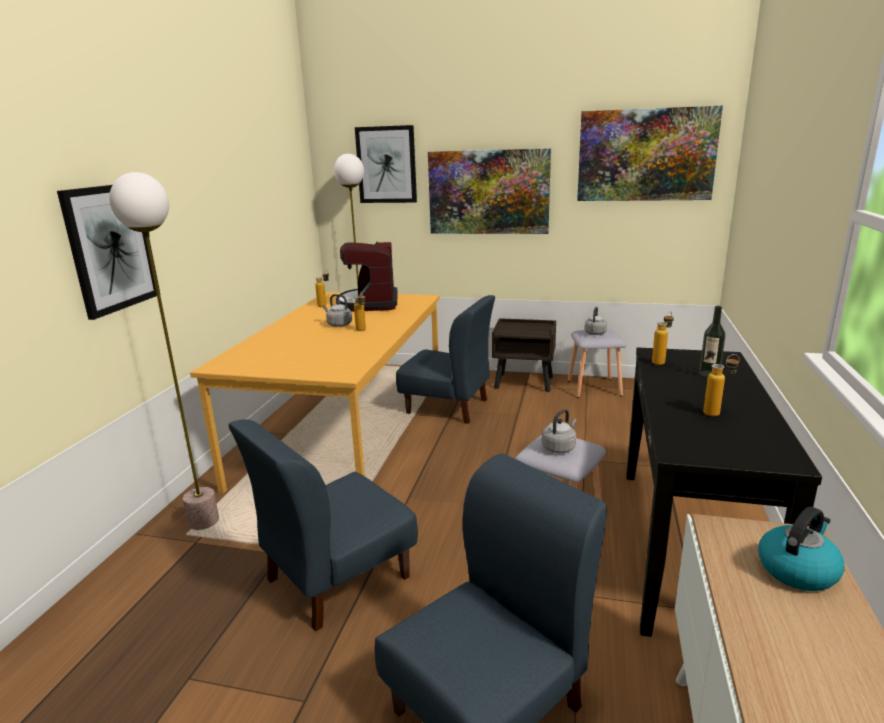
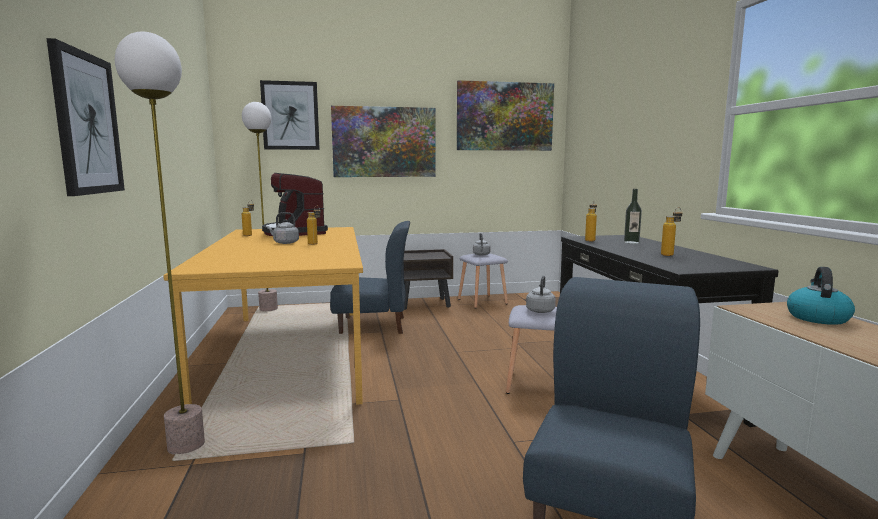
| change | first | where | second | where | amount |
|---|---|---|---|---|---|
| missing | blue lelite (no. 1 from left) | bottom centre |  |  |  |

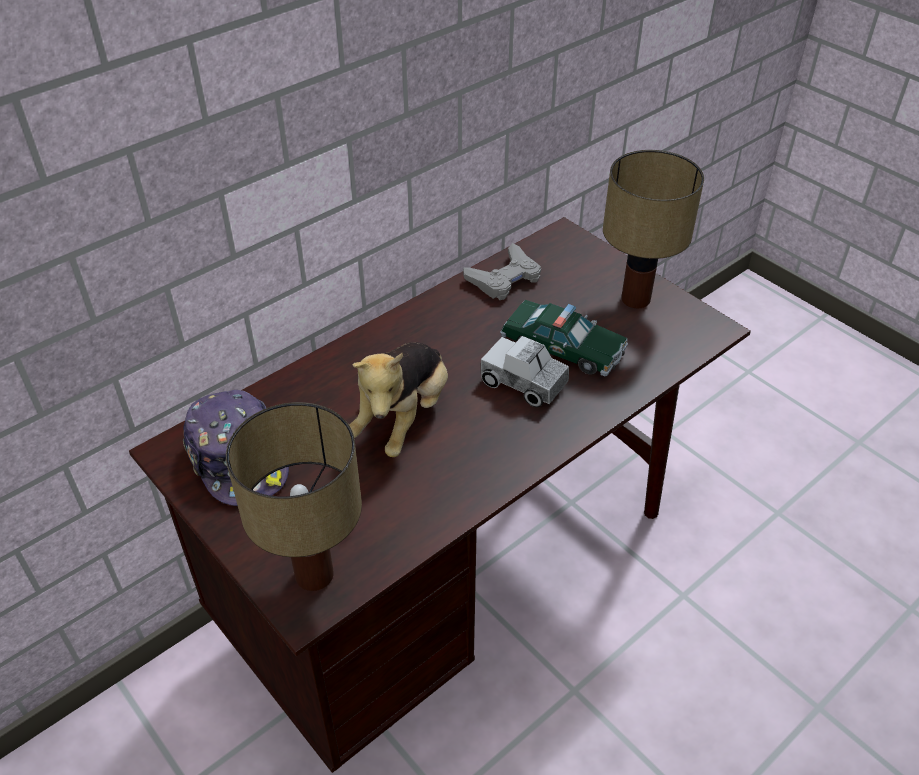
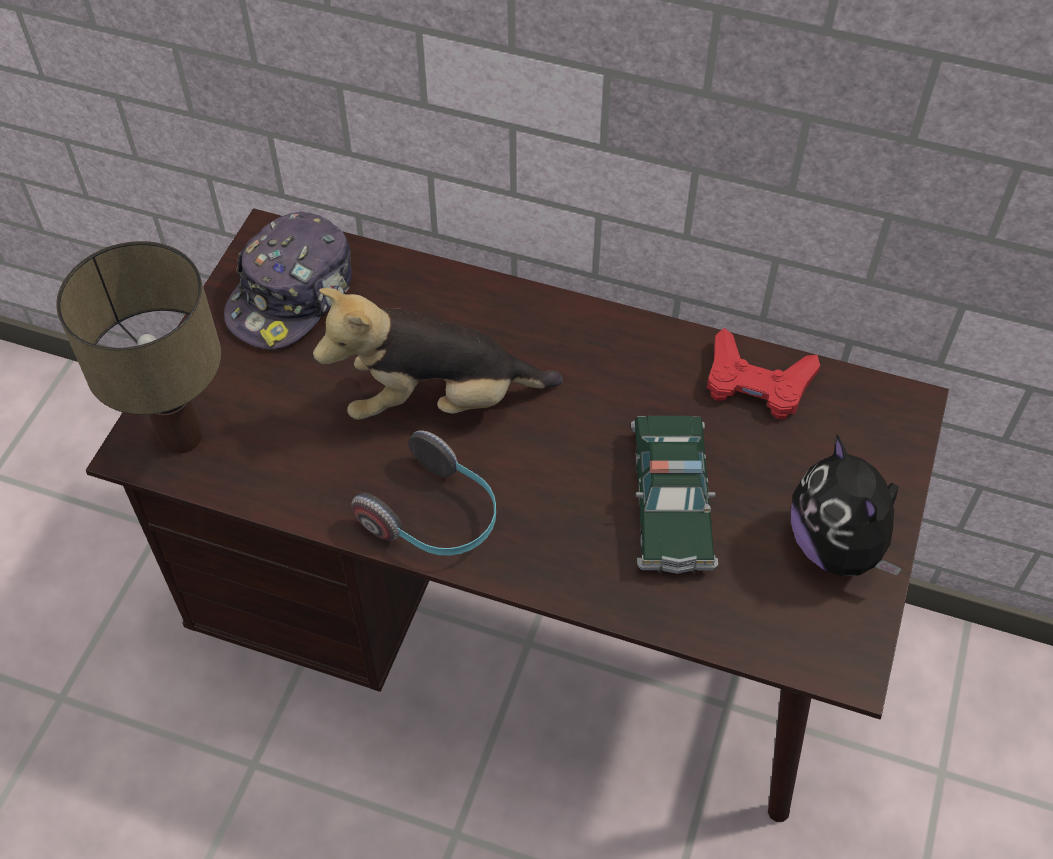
| change | first | where | second | where | amount |
|---|---|---|---|---|---|
| missing | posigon | centre |  |  |  |
| appeared |  |  | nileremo | centre |  |
| exchanged | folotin (no. 2 from left) | top right | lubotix (no. 2 from left) | middle right |  |
| colour | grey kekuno | centre | red kekuno | middle right |  |

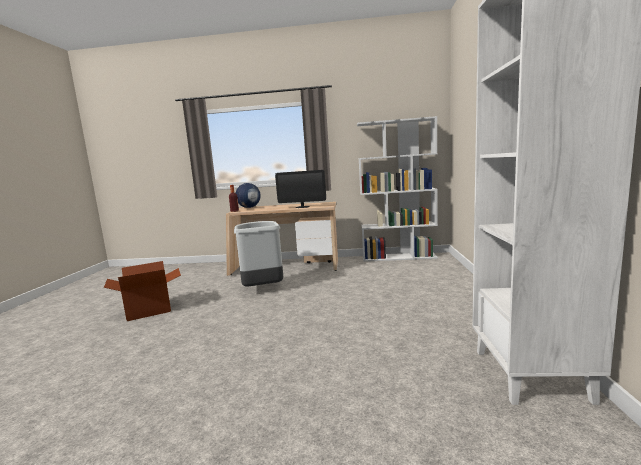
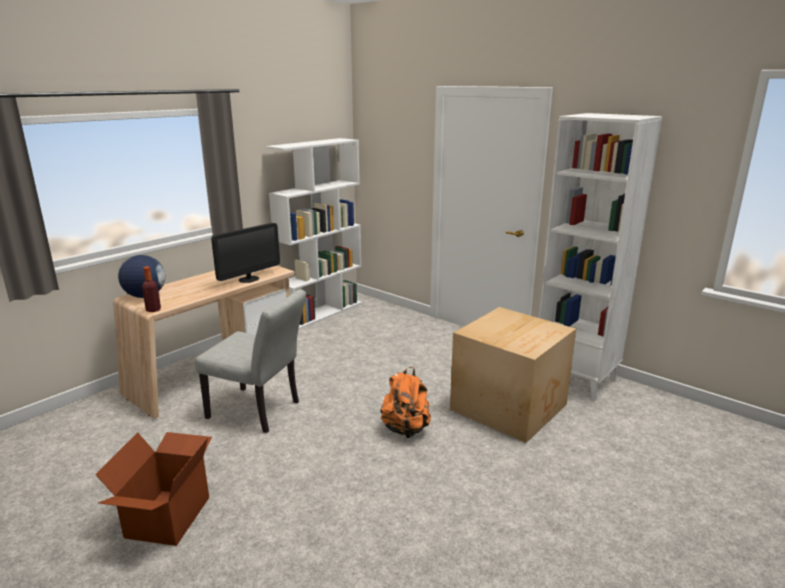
| change | first | where | second | where | amount |
|---|---|---|---|---|---|
| appeared |  |  | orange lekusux | bottom centre |  |
| appeared |  |  | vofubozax (no. 2 from left) | centre |  |
| exchanged | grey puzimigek | centre | grey lelite | middle left |  |

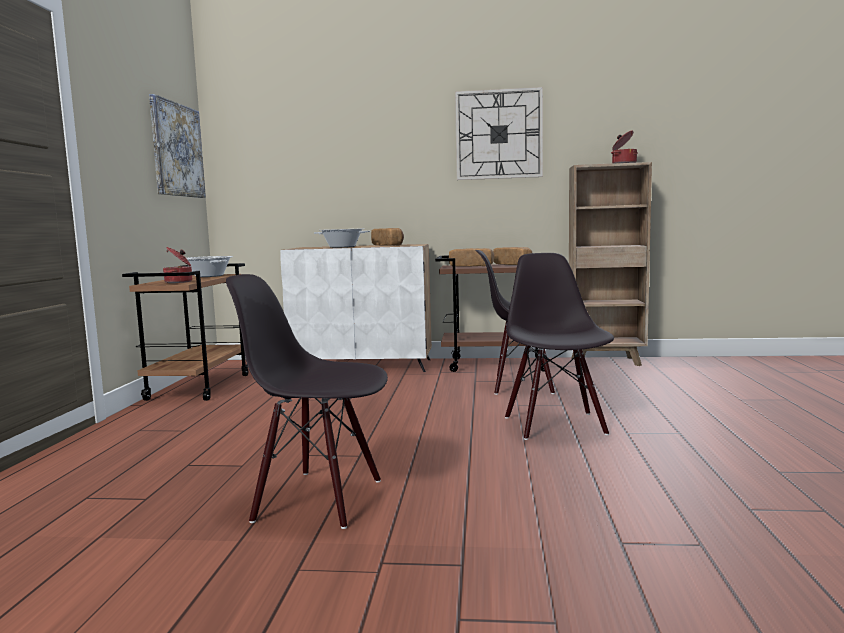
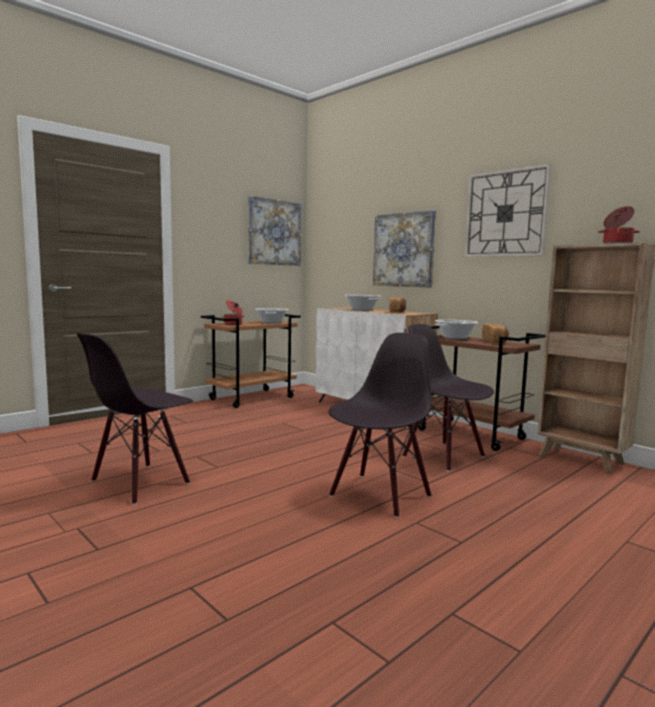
| change | first | where | second | where | amount |
|---|---|---|---|---|---|
| appeared |  |  | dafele (no. 2 from left) | centre |  |
| exchanged | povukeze (no. 2 from left) | centre | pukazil (no. 4 from left) | middle right |  |
| spun | black lelite (no. 1 from left) | centre |  | middle left | 105 degrees counterclockwise |

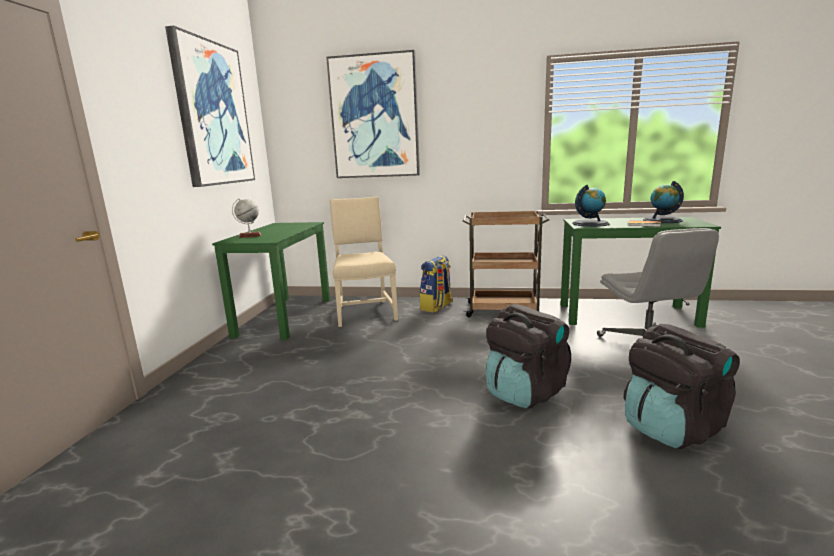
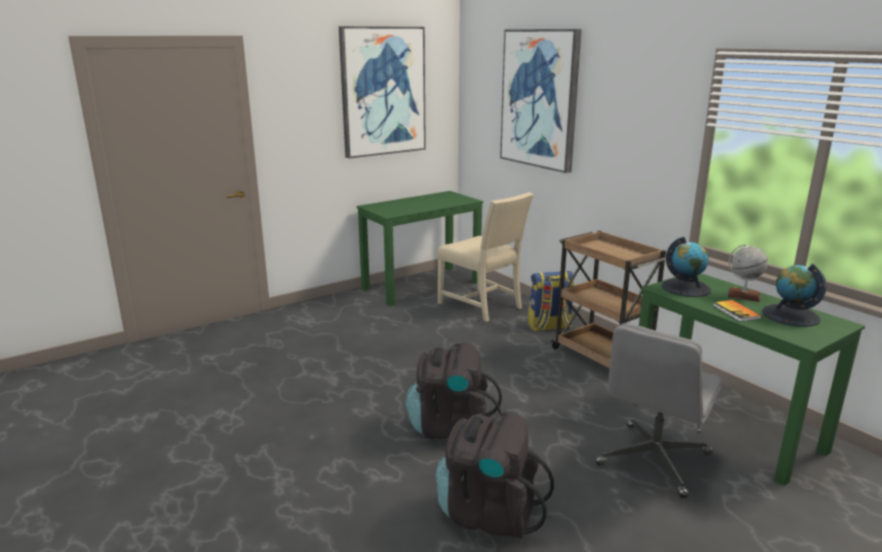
| change | first | where | second | where | amount |
|---|---|---|---|---|---|
| relocated | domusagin (no. 1 from left in the first image) | middle left | domusagin (no. 2 from left) | middle right |  |
| spun | beige lelite | centre |  | centre | 105 degrees clockwise |

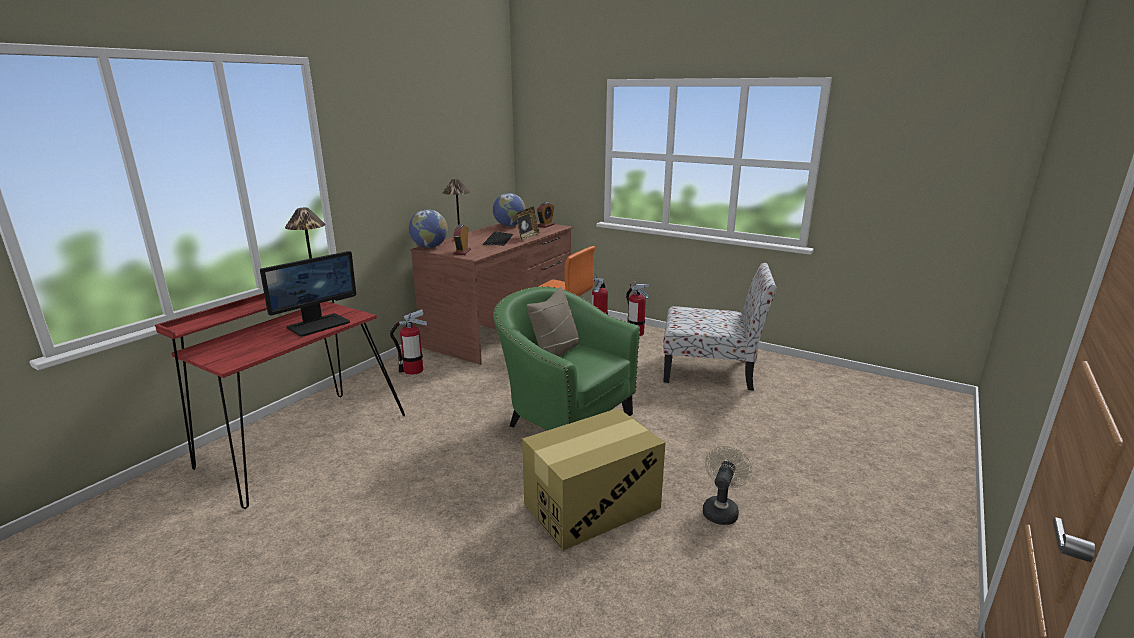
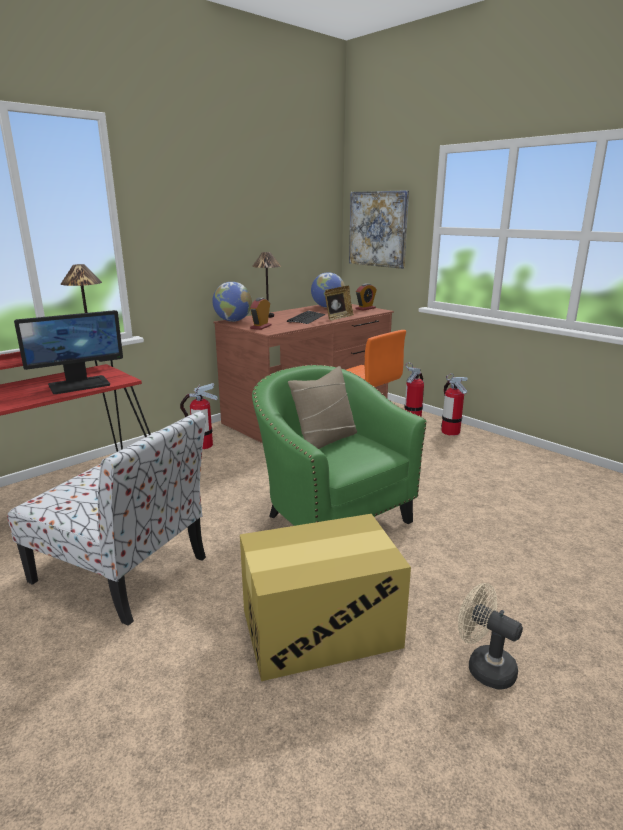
| change | first | where | second | where | amount |
|---|---|---|---|---|---|
| appeared |  |  | dafele | top centre |  |
| relocated | lelite | centre |  | middle left |  |
| spun | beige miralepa | bottom centre |  | bottom right | 90 degrees counterclockwise |

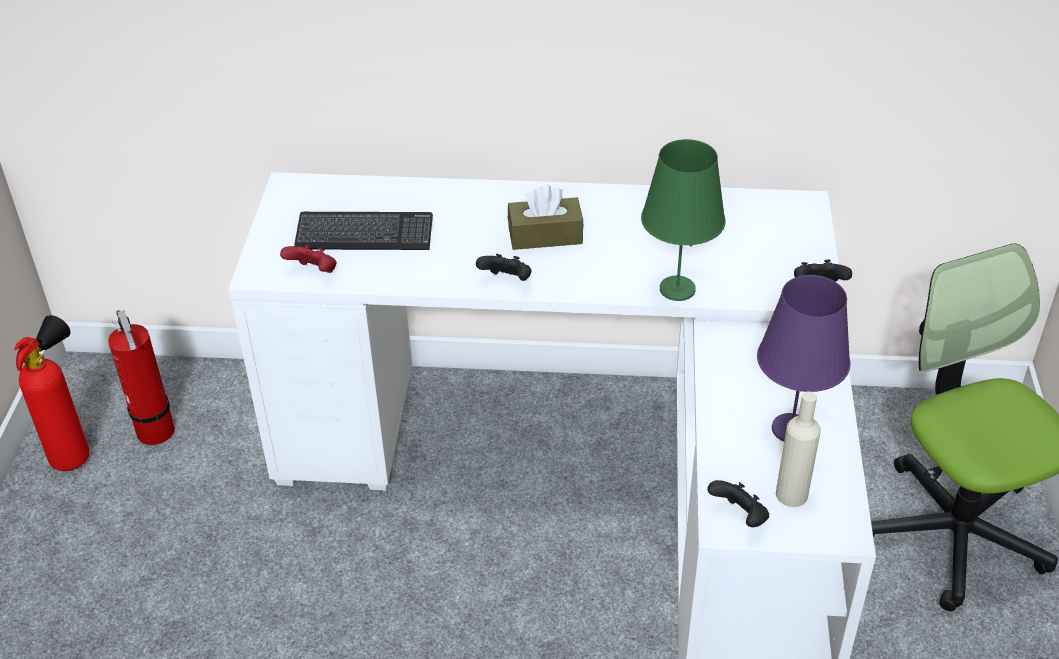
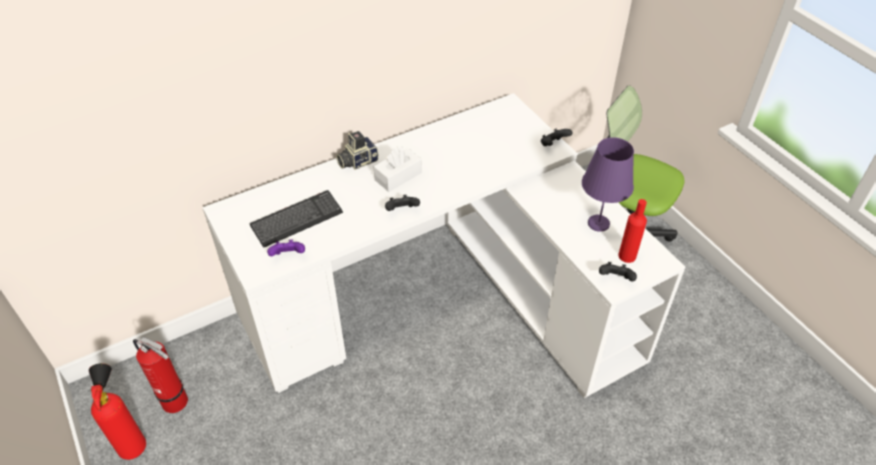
| change | first | where | second | where | amount |
|---|---|---|---|---|---|
| missing | green folotin | centre |  |  |  |
| appeared |  |  | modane | top centre |  |
| colour | red kekuno | middle left | purple kekuno | middle left |  |
| colour | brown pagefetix | top centre | white pagefetix | centre |  |
| colour | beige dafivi | bottom right | red dafivi | middle right |  |

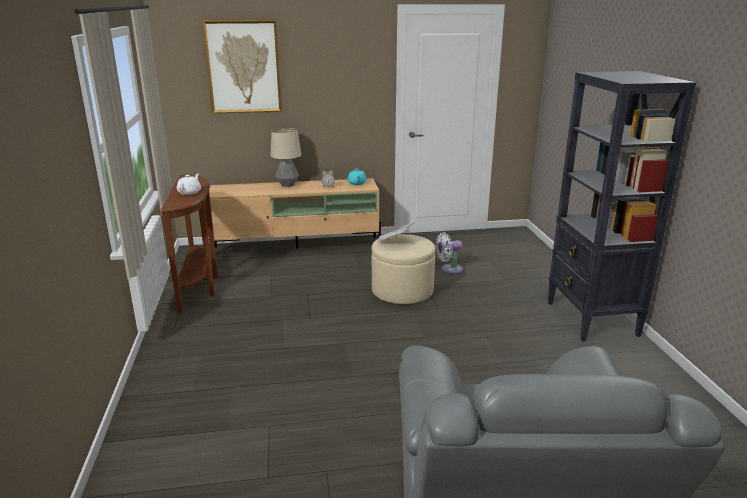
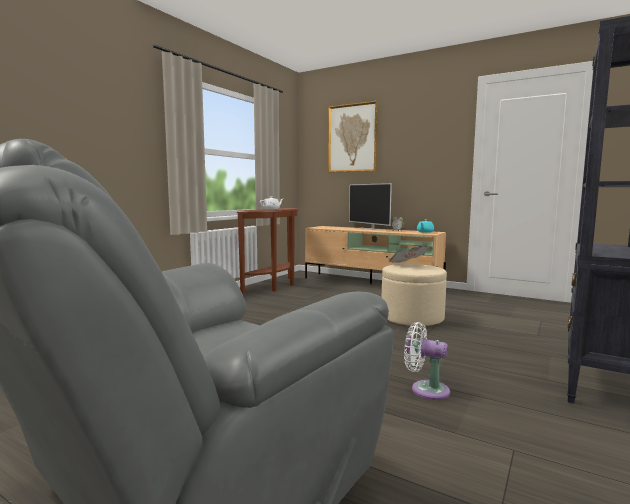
| change | first | where | second | where | amount |
|---|---|---|---|---|---|
| relocated | white miralepa | centre |  | bottom right |  |
| exchanged | folotin | top centre | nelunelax | centre |  |

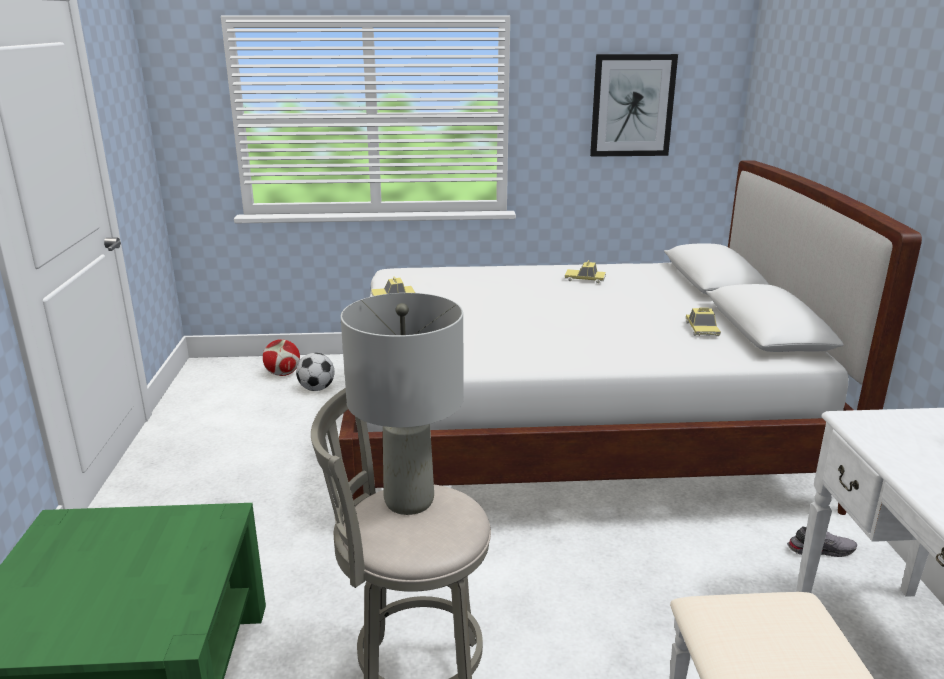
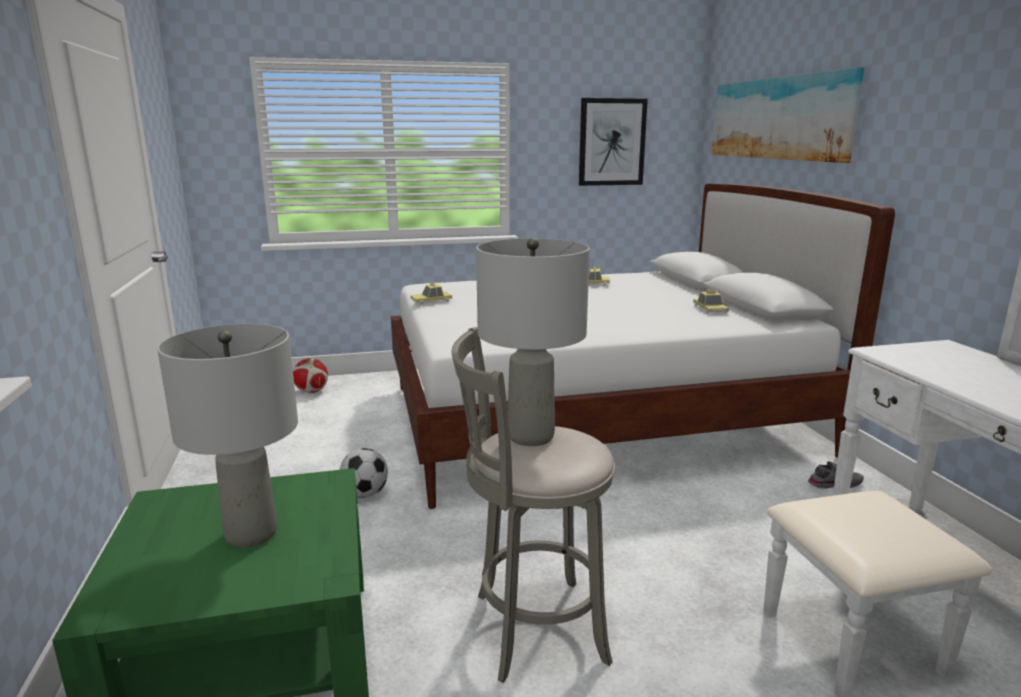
| change | first | where | second | where | amount |
|---|---|---|---|---|---|
| appeared |  |  | grey folotin (no. 1 from left) | middle left |  |
| appeared |  |  | dafele (no. 2 from left) | top right |  |
| relocated | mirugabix (no. 2 from left) | centre |  | bottom centre |  |

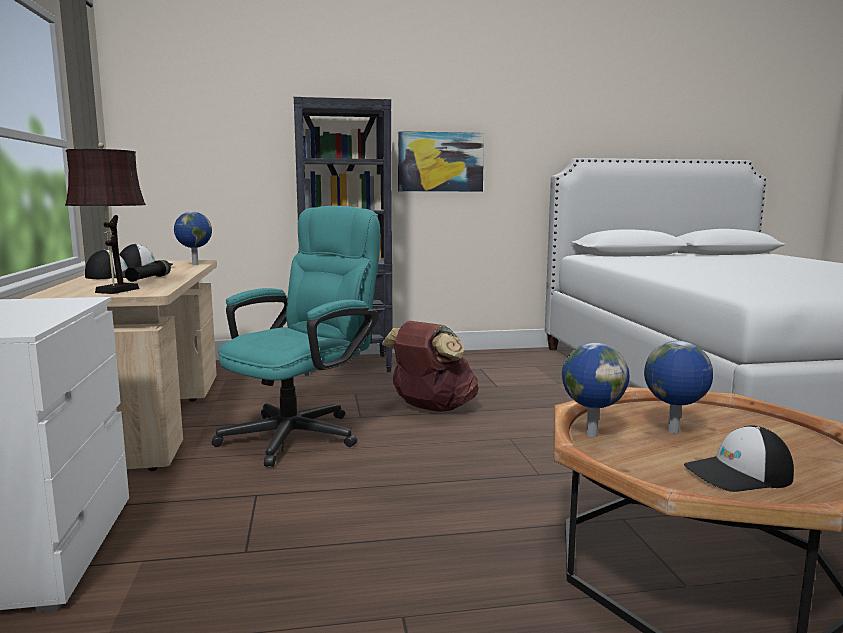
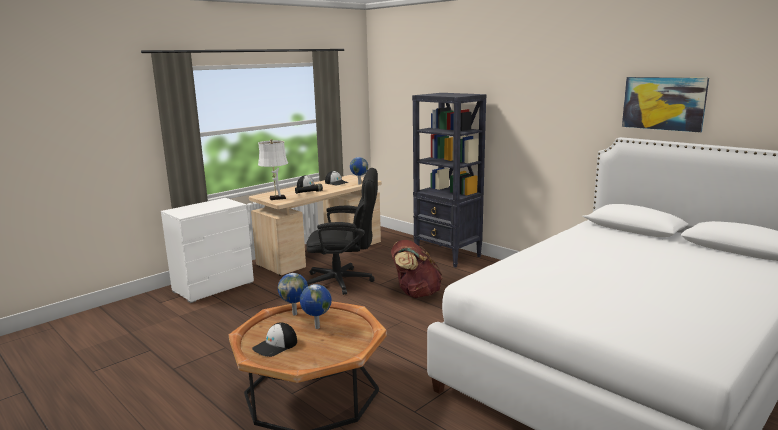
| change | first | where | second | where | amount |
|---|---|---|---|---|---|
| relocated | dafele | top centre |  | top right |  |
| colour | brown folotin | middle left | white folotin | centre |  |
| colour | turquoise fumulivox | centre | black fumulivox | centre |  |
| spun | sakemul (no. 3 from left in the first image) | bottom right | sakemul (no. 1 from left) | bottom centre | 90 degrees counterclockwise |

